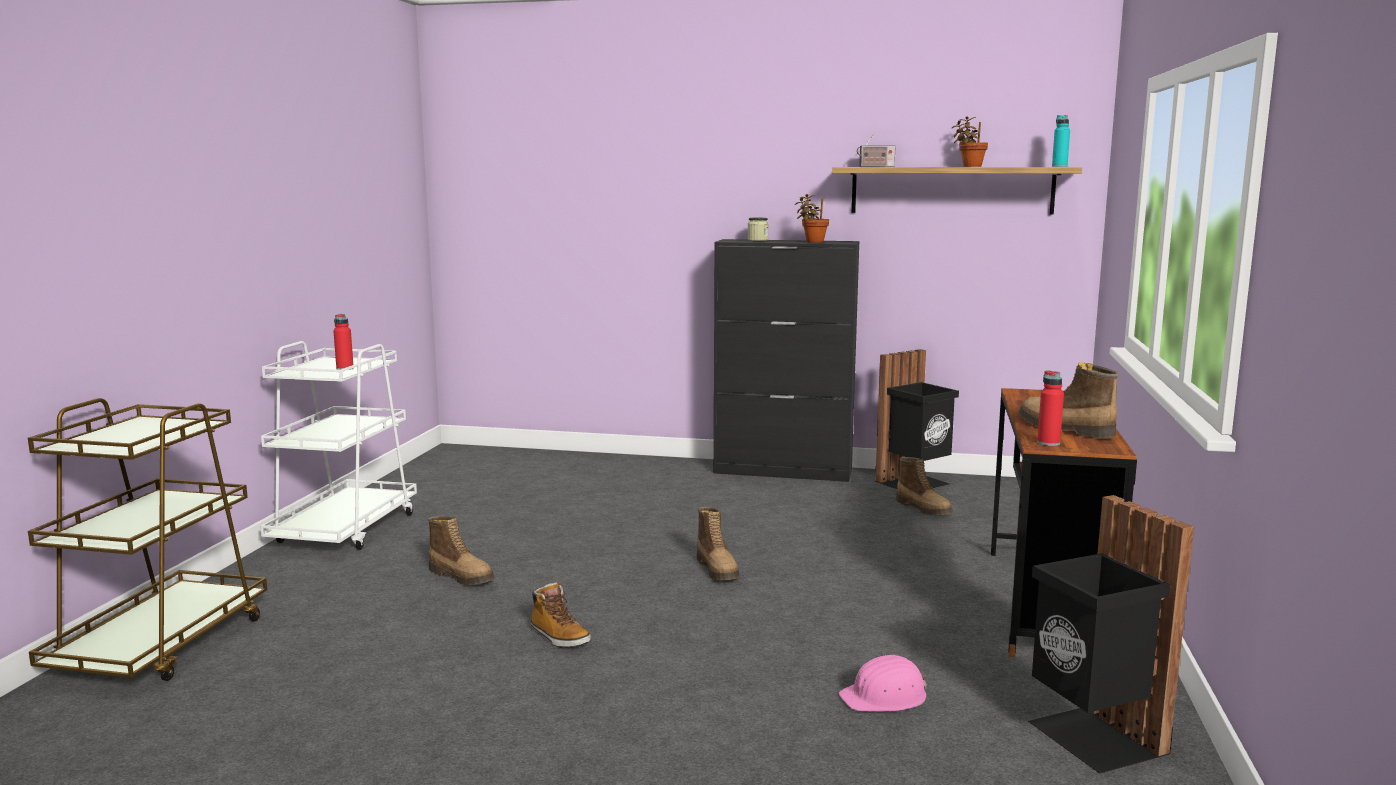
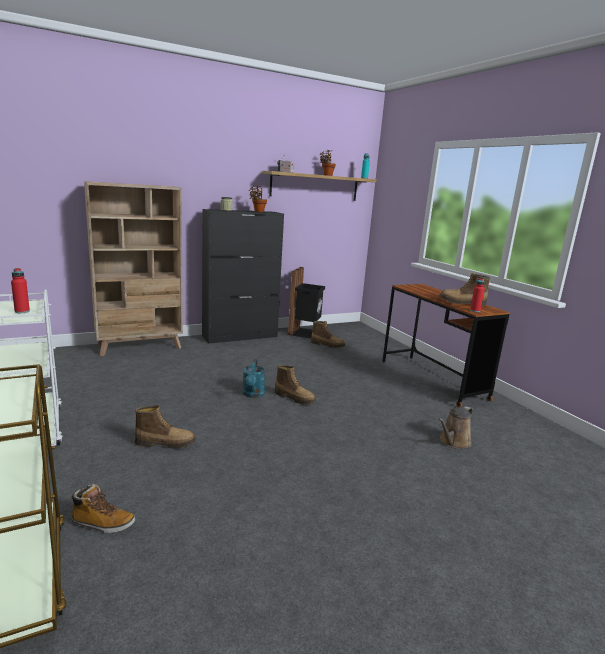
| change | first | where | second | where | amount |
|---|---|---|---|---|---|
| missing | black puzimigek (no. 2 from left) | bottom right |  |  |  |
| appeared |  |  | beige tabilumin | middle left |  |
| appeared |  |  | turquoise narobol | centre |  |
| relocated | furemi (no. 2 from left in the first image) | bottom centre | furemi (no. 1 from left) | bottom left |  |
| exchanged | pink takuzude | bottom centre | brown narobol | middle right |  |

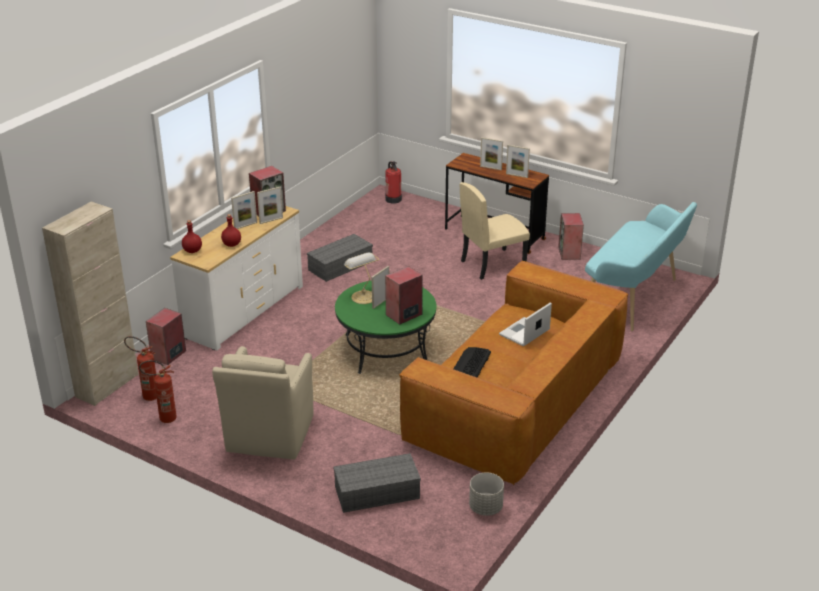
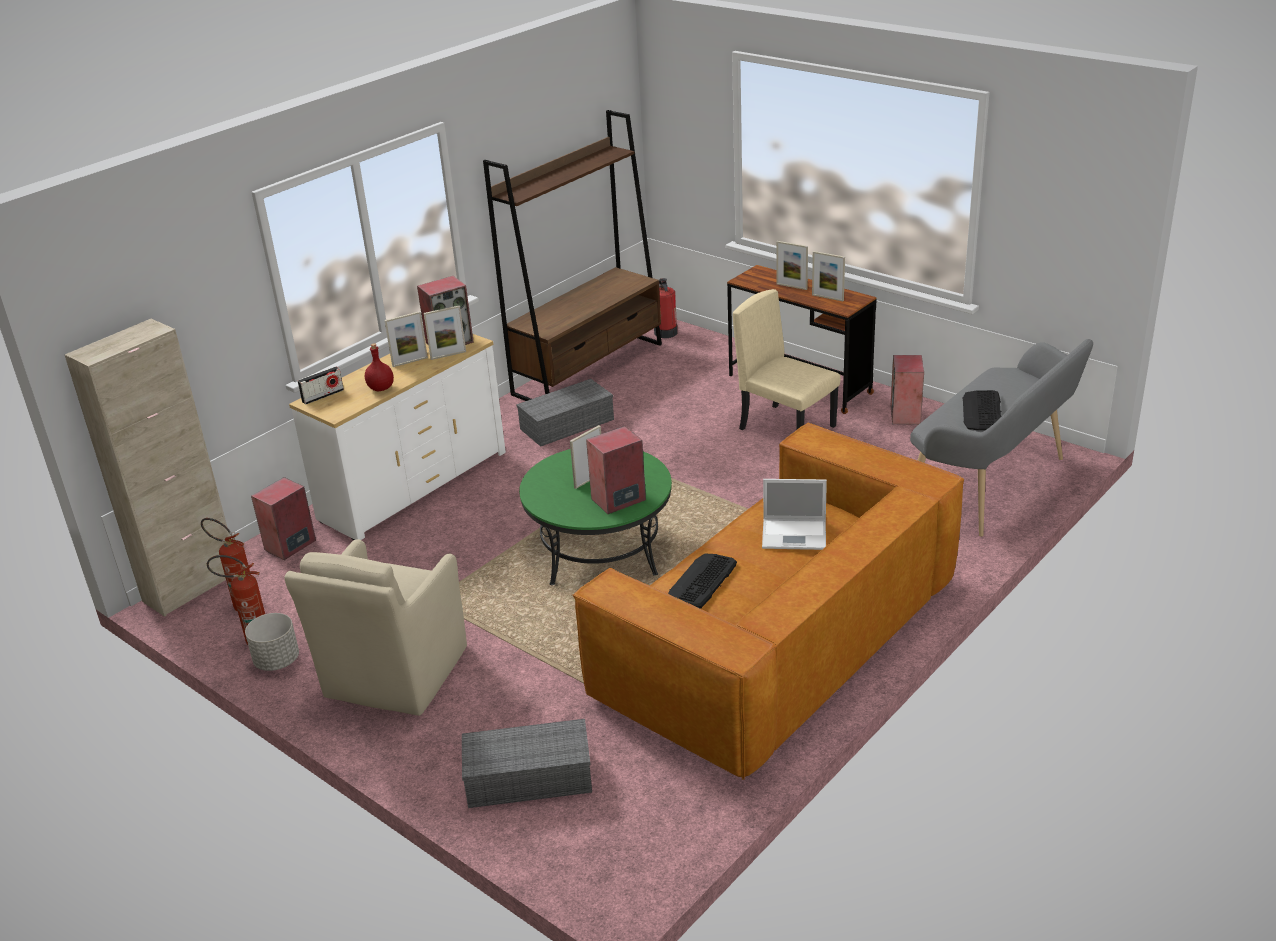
| change | first | where | second | where | amount |
|---|---|---|---|---|---|
| missing | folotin | centre |  |  |  |
| appeared |  |  | brown tabilumin | top centre |  |
| appeared |  |  | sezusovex (no. 2 from left) | middle right |  |
| relocated | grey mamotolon | bottom centre |  | bottom left |  |
| exchanged | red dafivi (no. 1 from left) | middle left | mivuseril | middle left |  |
| colour | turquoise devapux | middle right | grey devapux | middle right |  |
| spun | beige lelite | centre |  | centre | 60 degrees clockwise |
| spun | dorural | centre |  | centre | 135 degrees counterclockwise |

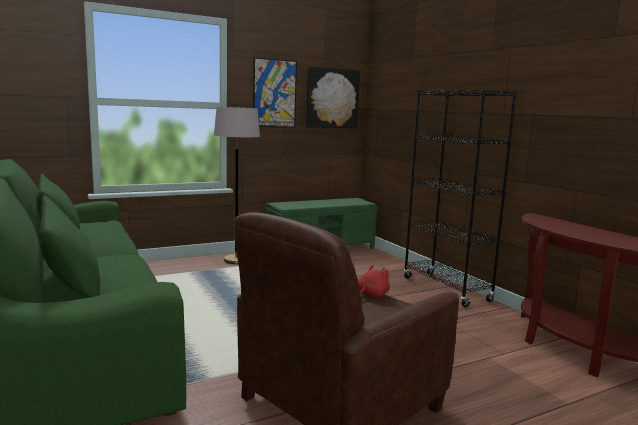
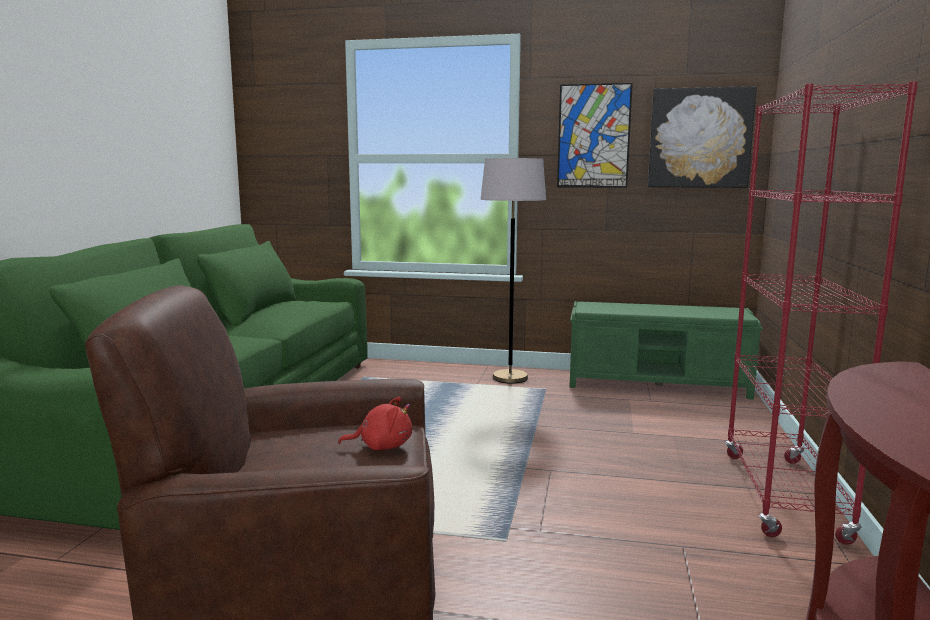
| change | first | where | second | where | amount |
|---|---|---|---|---|---|
| colour | black tabilumin | middle right | red tabilumin | middle right |  |

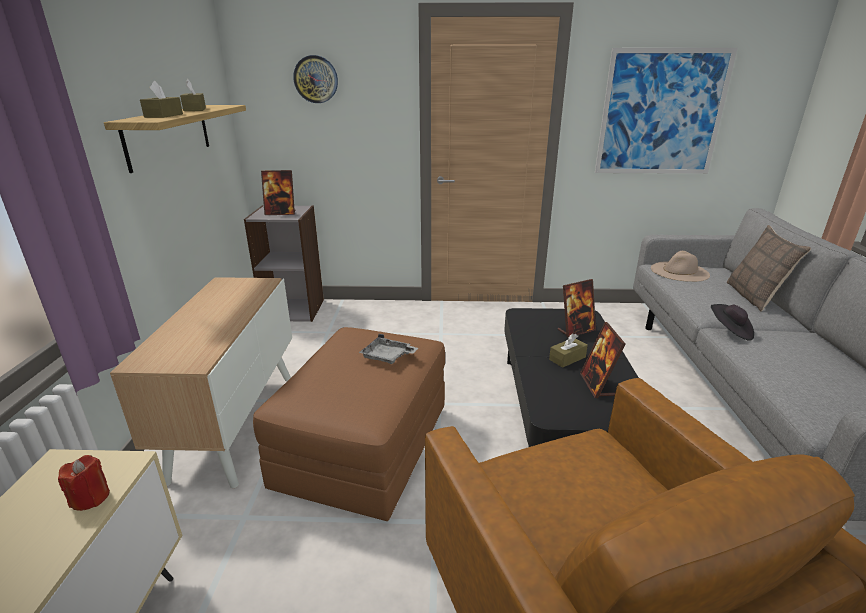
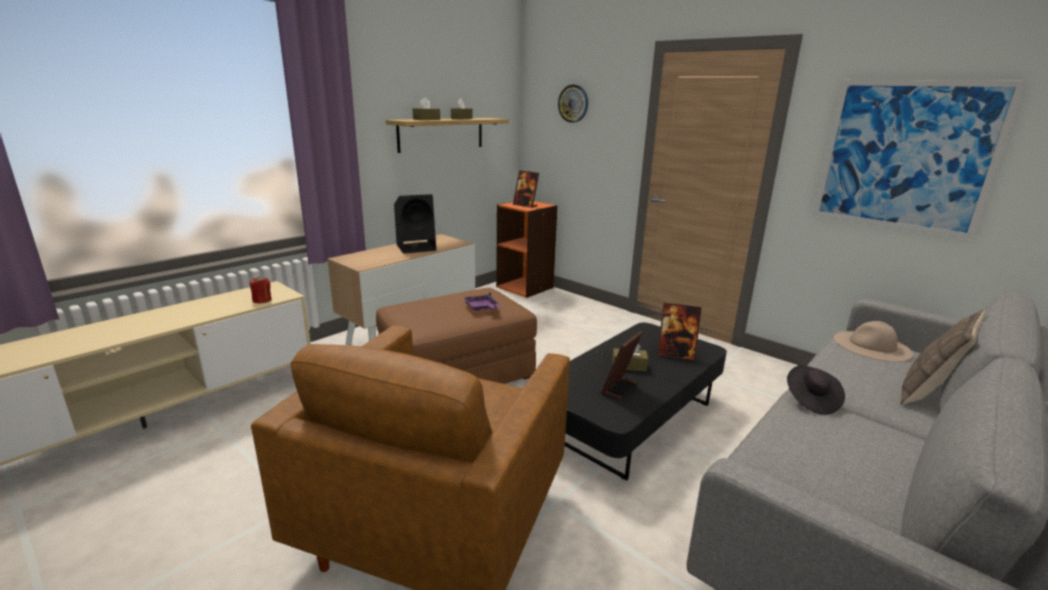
| change | first | where | second | where | amount |
|---|---|---|---|---|---|
| appeared |  |  | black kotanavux | centre |  |
| colour | grey tabilumin | middle left | orange tabilumin | centre |  |
| colour | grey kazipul | centre | purple kazipul | centre |  |

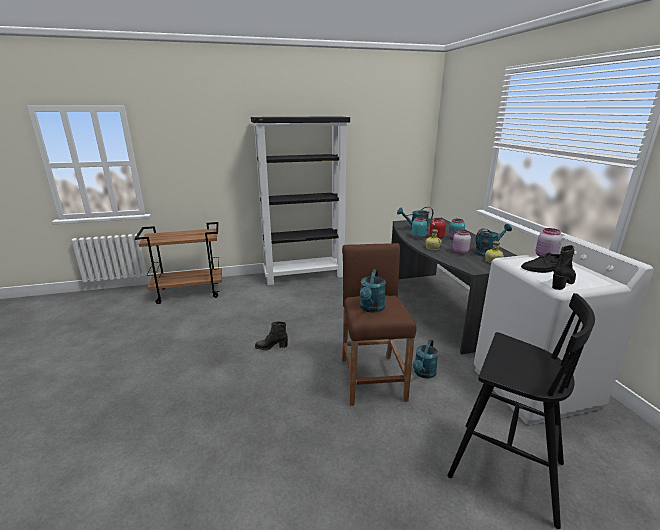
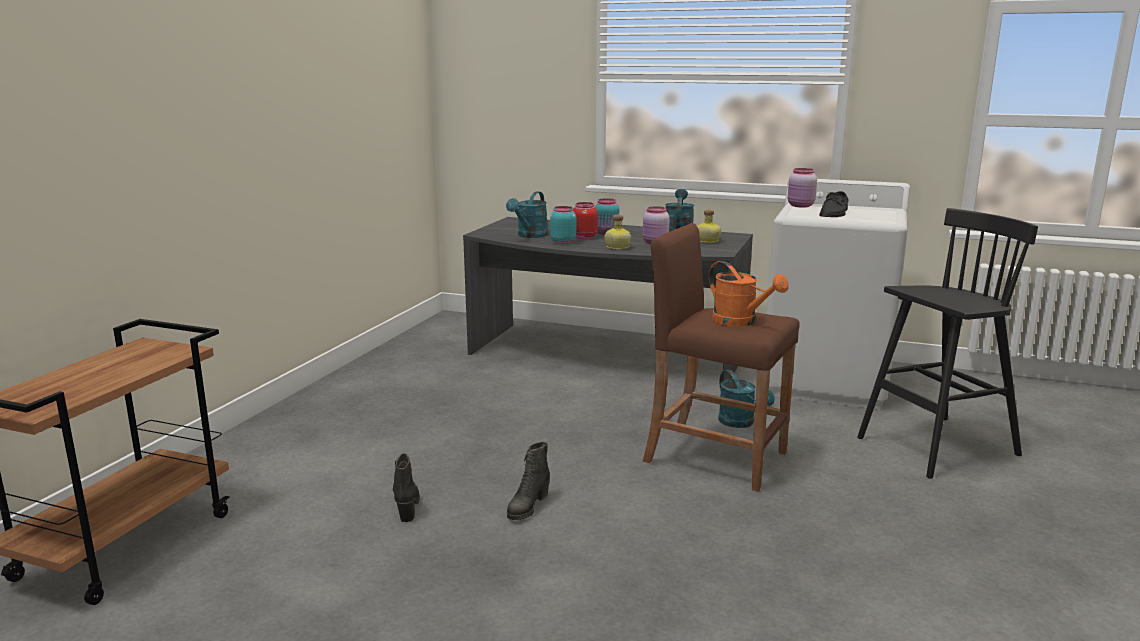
| change | first | where | second | where | amount |
|---|---|---|---|---|---|
| missing | black tabilumin | centre |  |  |  |
| relocated | black furemi (no. 2 from left in the first image) | middle right | black furemi (no. 1 from left) | bottom centre |  |
| colour | turquoise narobol (no. 1 from left) | centre | orange narobol | centre |  |

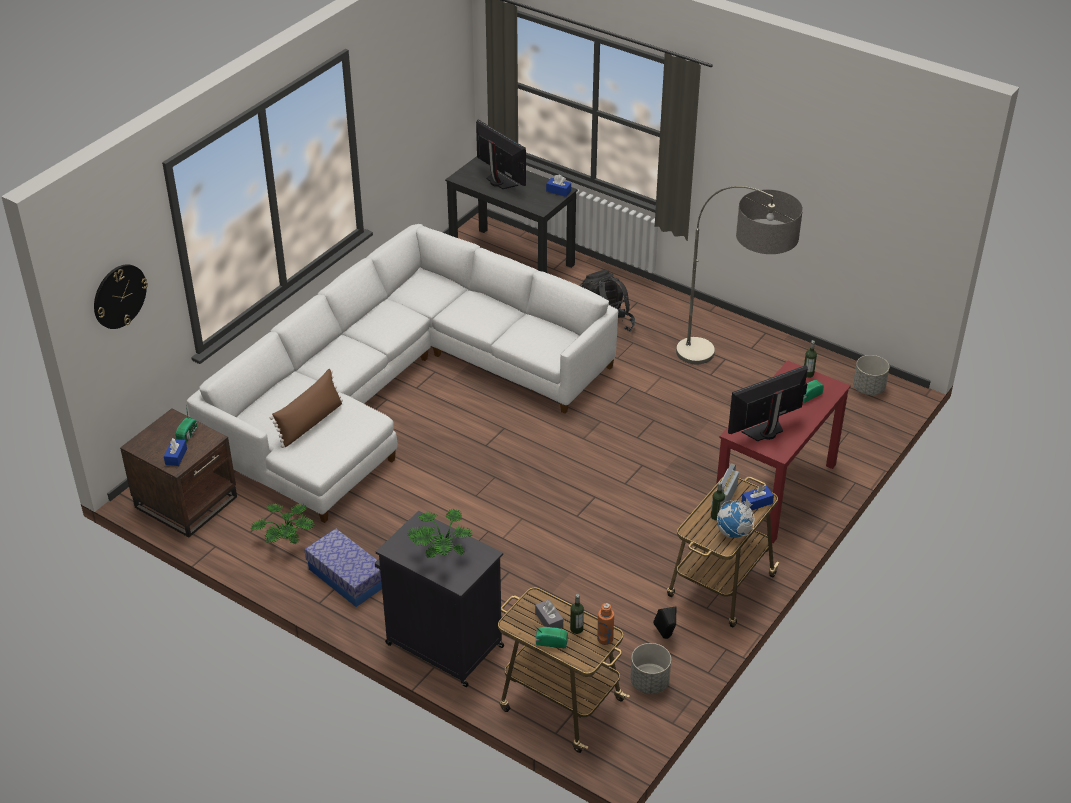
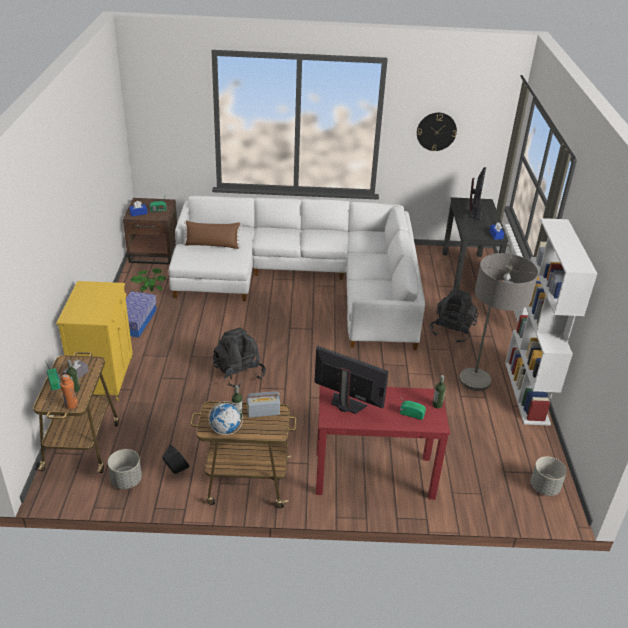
| change | first | where | second | where | amount |
|---|---|---|---|---|---|
| missing | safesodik (no. 2 from left) | centre |  |  |  |
| missing | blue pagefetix (no. 3 from left) | middle right |  |  |  |
| appeared |  |  | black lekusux (no. 1 from left) | centre |  |
| appeared |  |  | white tabilumin | middle right |  |
| relocated | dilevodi | middle left |  | top right |  |
| colour | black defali | bottom centre | yellow defali | middle left |  |

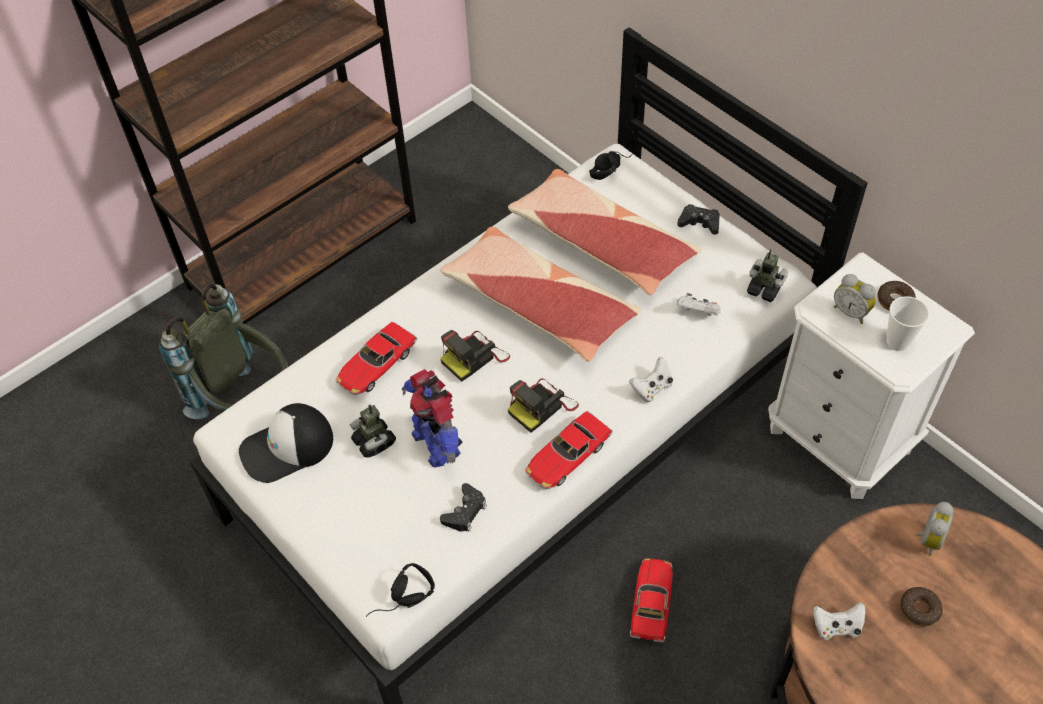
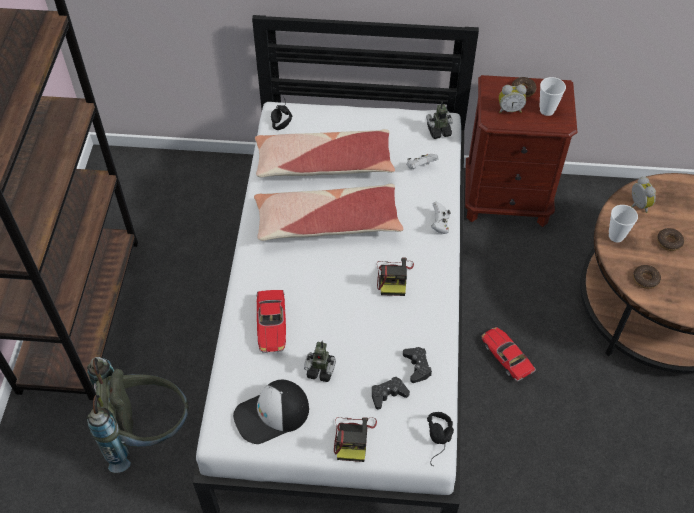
| change | first | where | second | where | amount |
|---|---|---|---|---|---|
| missing | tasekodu (no. 2 from left) | centre |  |  |  |
| missing | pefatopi (no. 2 from left) | centre |  |  |  |
| appeared |  |  | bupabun (no. 2 from left) | middle right |  |
| relocated | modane (no. 1 from left) | centre |  | bottom centre |  |
| relocated | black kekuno (no. 2 from left in the first image) | top right | black kekuno (no. 1 from left) | bottom centre |  |
| exchanged | white kekuno (no. 3 from left) | bottom right | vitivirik (no. 2 from left) | middle right |  |
| colour | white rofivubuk | middle right | brown rofivubuk | top right |  |
| spun | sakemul | middle left |  | bottom centre | 45 degrees clockwise |

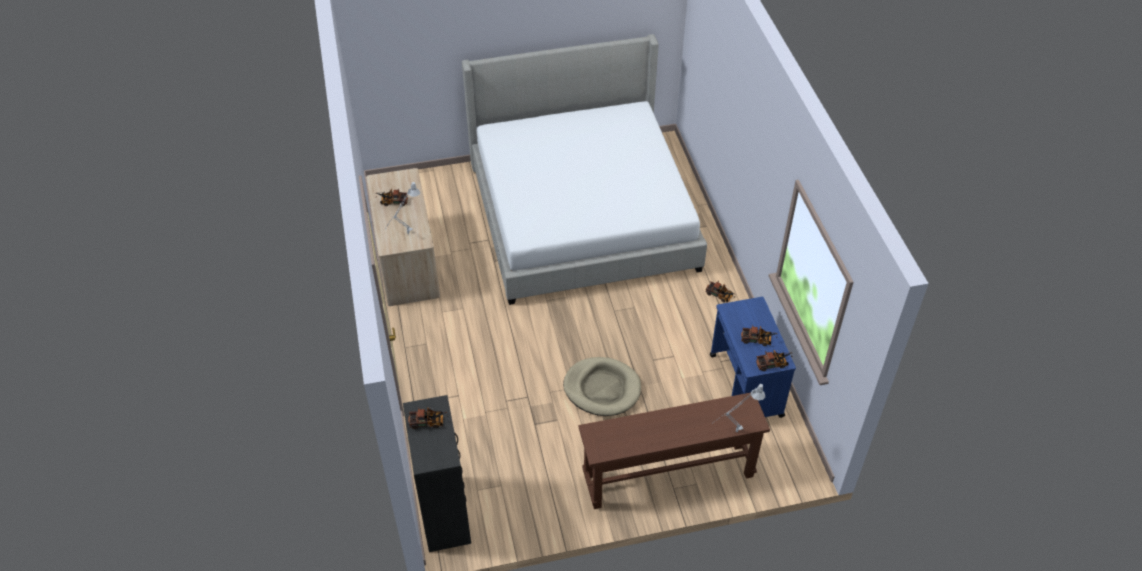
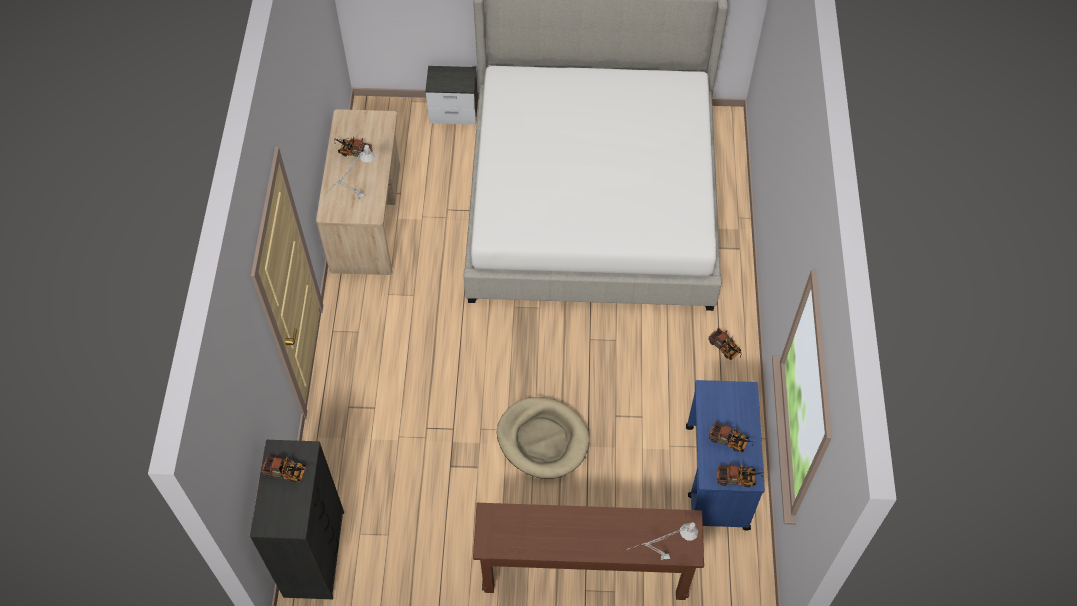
| change | first | where | second | where | amount |
|---|---|---|---|---|---|
| appeared |  |  | rofivubuk | top centre |  |

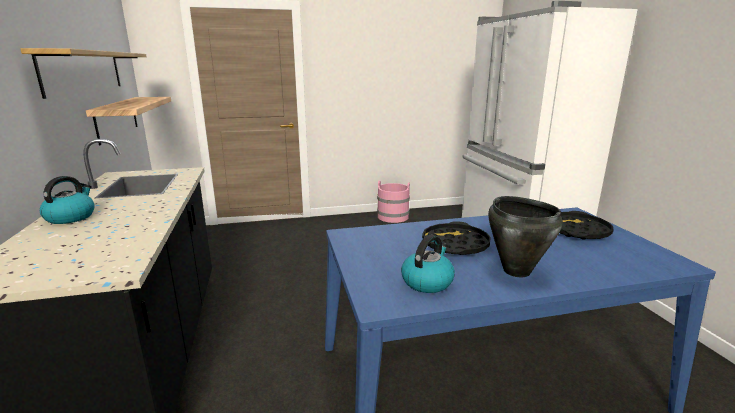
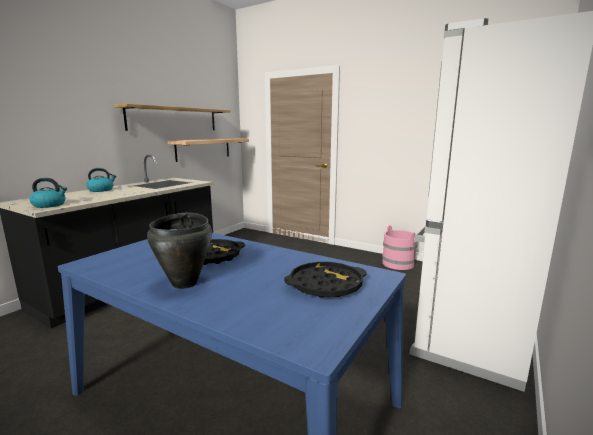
| change | first | where | second | where | amount |
|---|---|---|---|---|---|
| relocated | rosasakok (no. 2 from left in the first image) | centre | rosasakok (no. 1 from left) | middle left |  |

